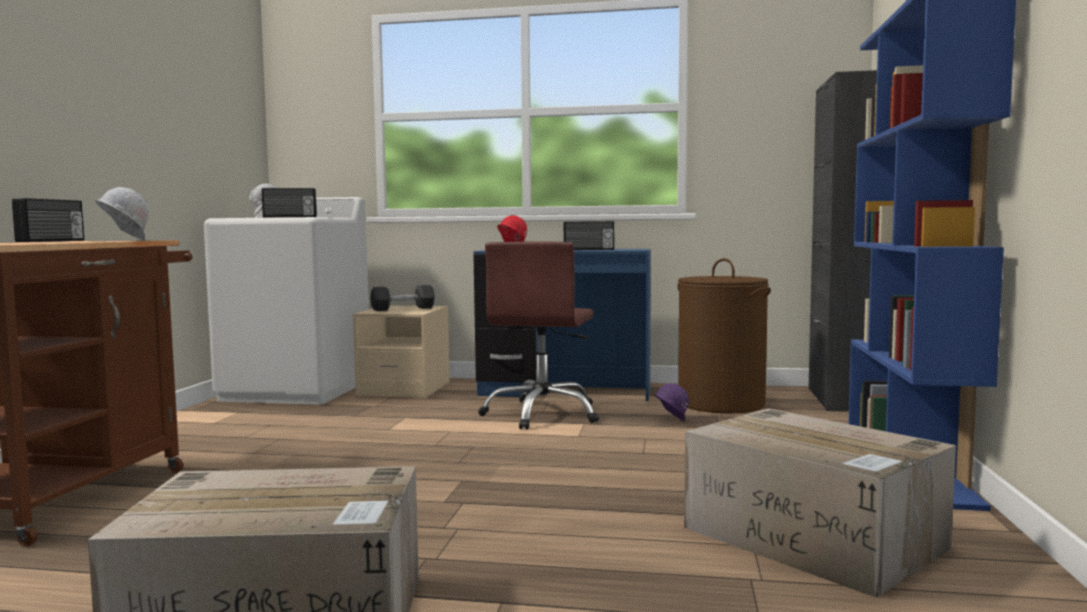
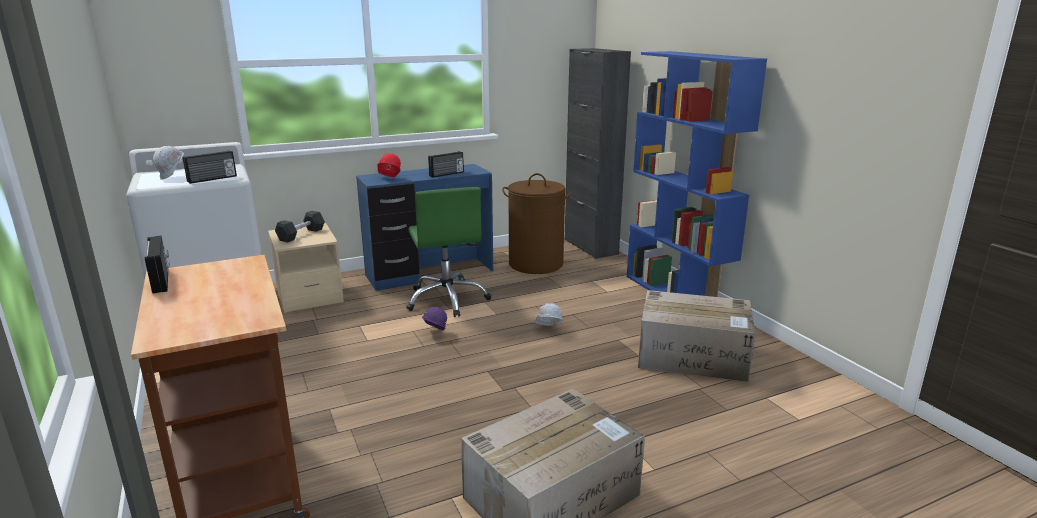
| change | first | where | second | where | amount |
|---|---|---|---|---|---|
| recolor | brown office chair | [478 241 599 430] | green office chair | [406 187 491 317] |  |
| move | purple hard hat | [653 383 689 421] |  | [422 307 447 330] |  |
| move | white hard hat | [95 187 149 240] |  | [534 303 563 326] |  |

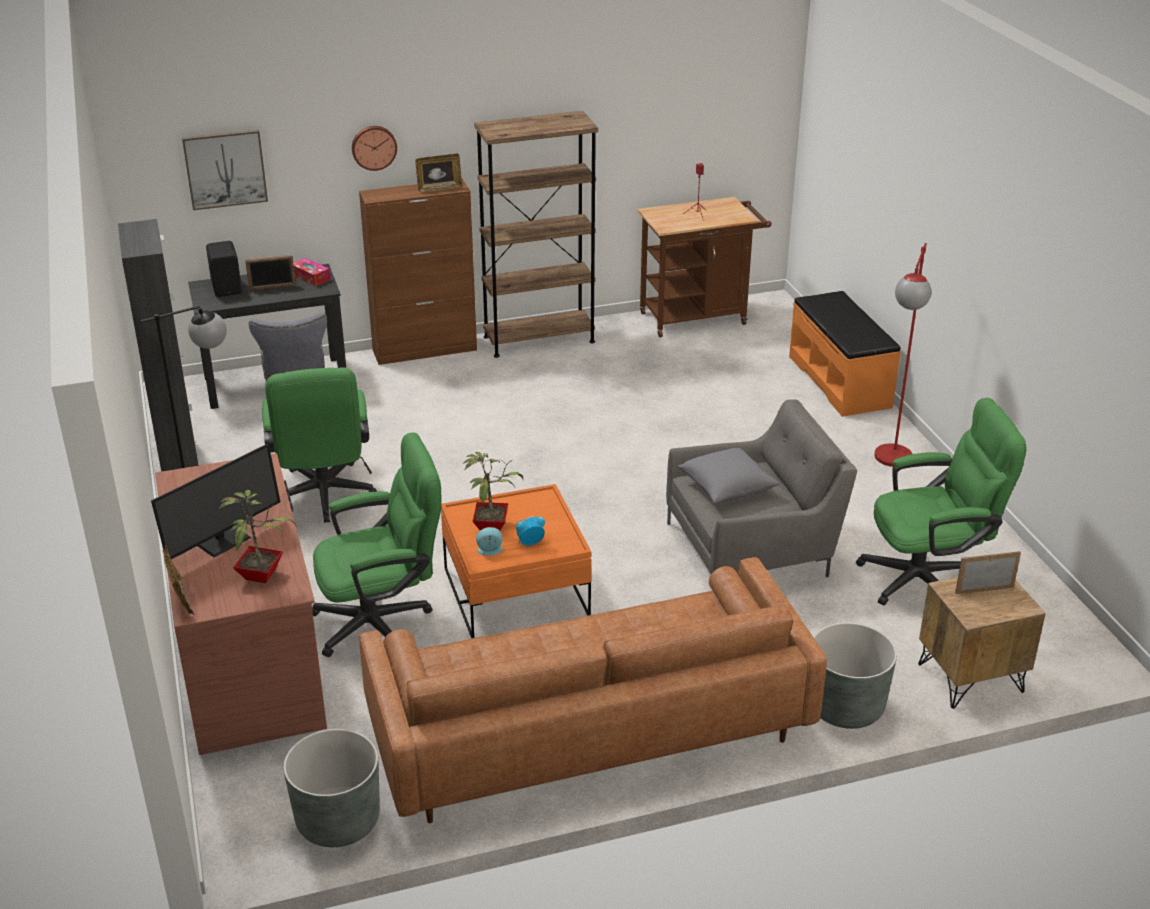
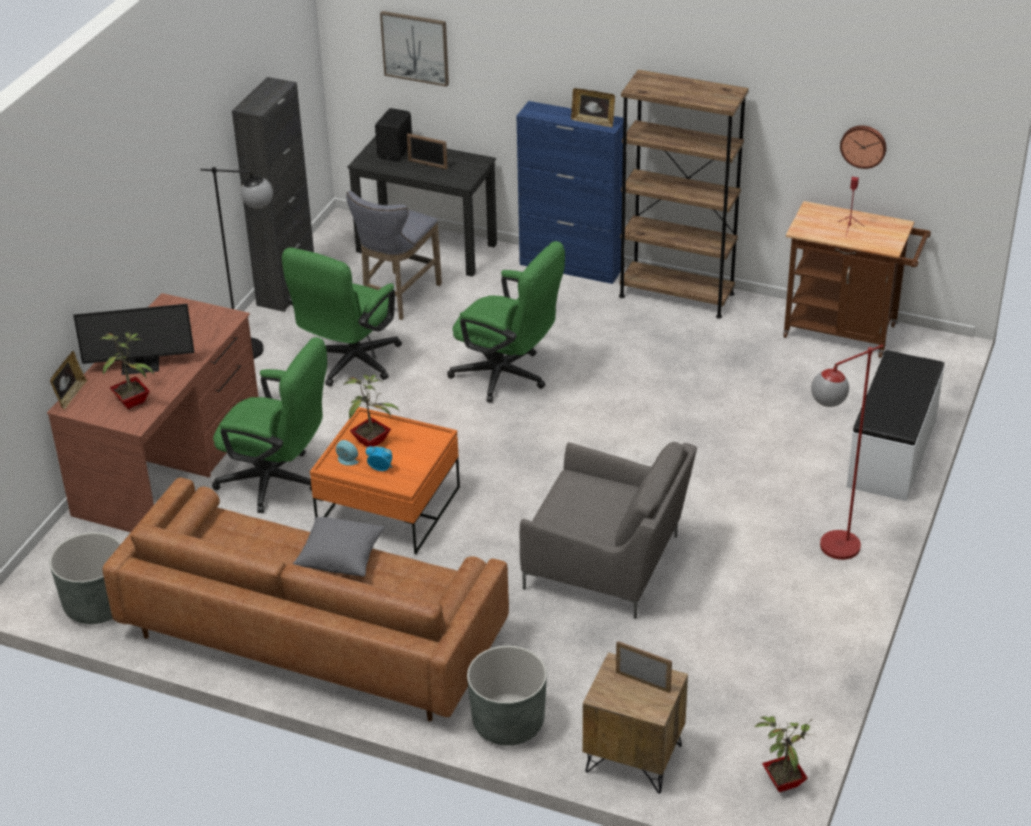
| change | first | where | second | where | amount |
|---|---|---|---|---|---|
| move | grey pillow | [677 448 780 503] |  | [293 517 385 577] |  |
| move | green office chair | [856 398 1027 605] |  | [447 241 565 403] |  |
| recolor | brown cabinet | [359 179 477 365] | blue cabinet | [516 101 623 284] |  |
| insert |  |  | potted plant | [755 716 813 792] |  |
| move | wall clock | [352 126 397 171] |  | [840 125 887 169] |  |
| recolor | orange bench | [789 291 901 417] | white bench | [847 350 945 501] |  |
| delete | tissue box | [293 258 330 287] |  |  |  |

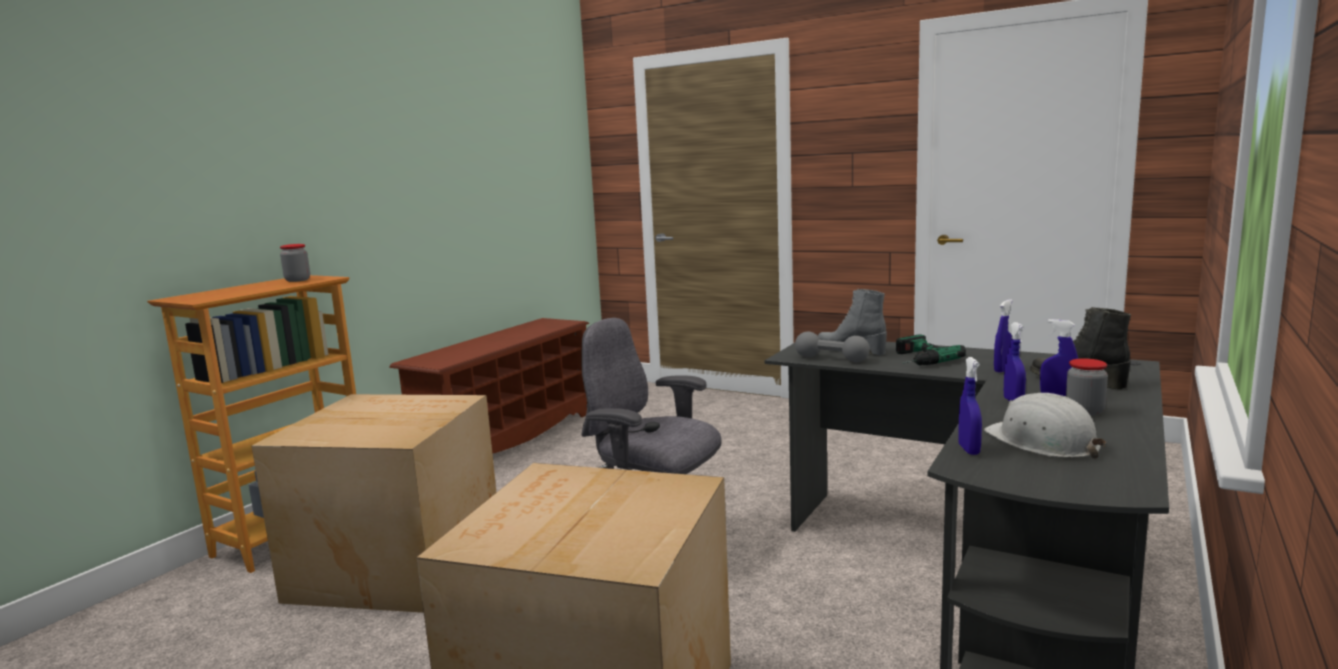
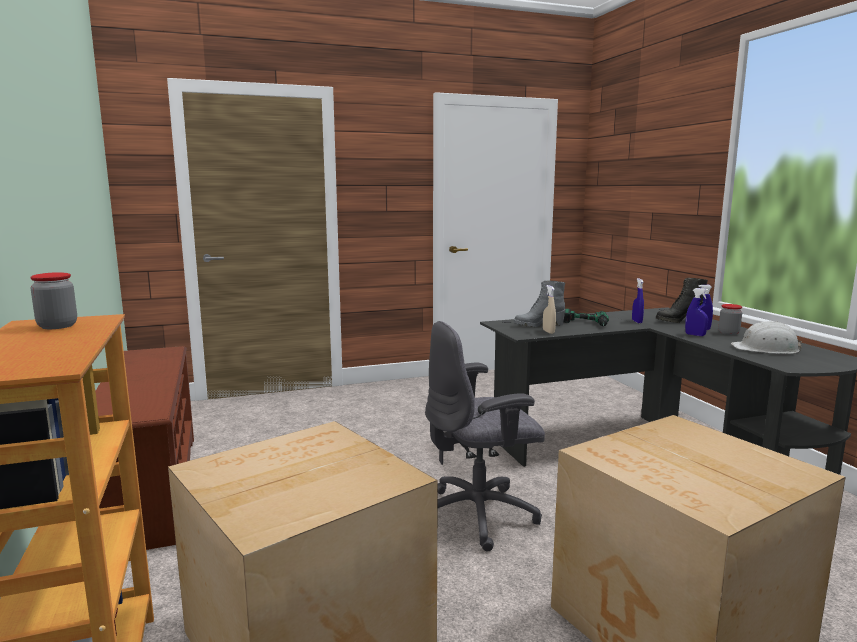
| change | first | where | second | where | amount |
|---|---|---|---|---|---|
| replace | grey dumbbell | [795 332 870 362] | beige spray bottle | [543 285 556 334] |  |
| delete | blue spray bottle | [958 357 982 455] |  |  |  |

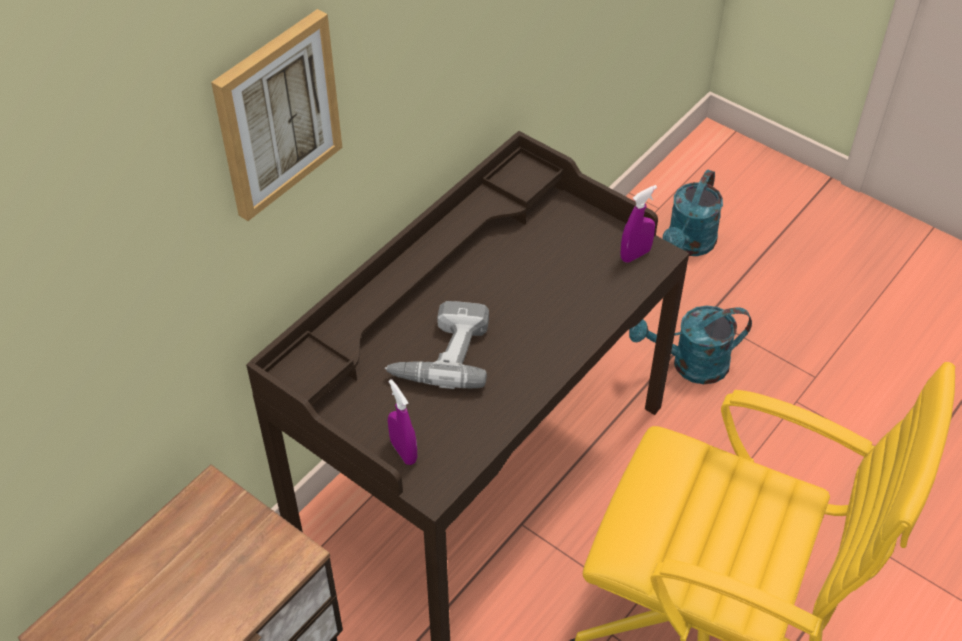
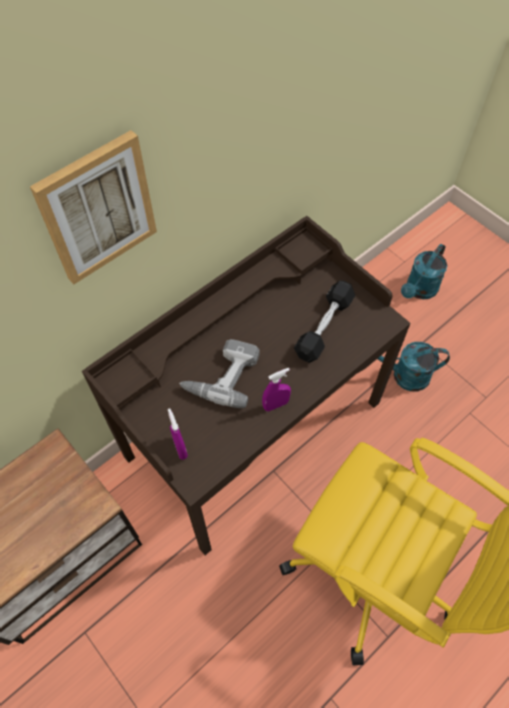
| change | first | where | second | where | amount |
|---|---|---|---|---|---|
| move | purple spray bottle | [621 185 657 263] |  | [262 368 291 412] |  |
| insert |  |  | black dumbbell | [294 280 355 363] |  |

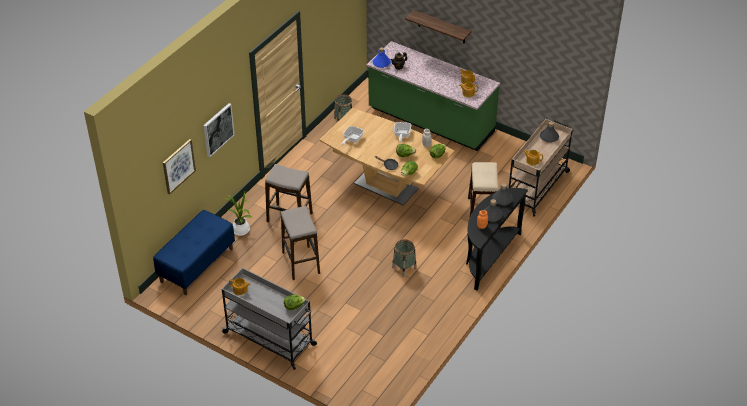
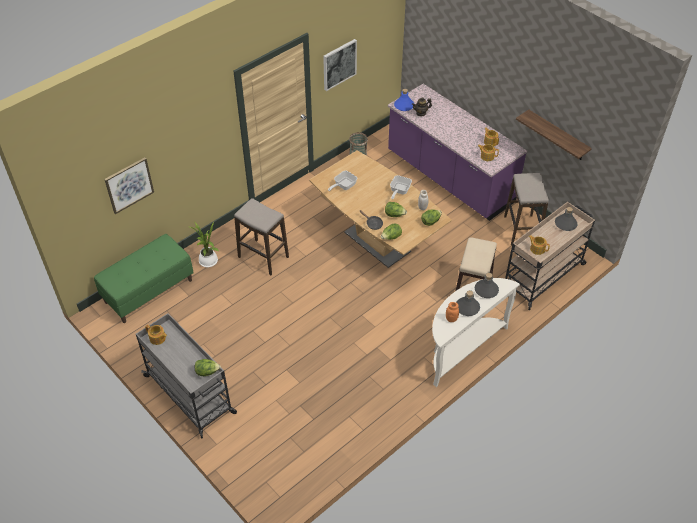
| change | first | where | second | where | amount |
|---|---|---|---|---|---|
| recolor | blue bench | [153 210 235 295] | green bench | [94 234 194 323] |  |
| move | picture | [203 103 235 157] |  | [323 39 357 91] |  |
| recolor | green counter | [367 41 500 151] | purple counter | [388 84 527 221] |  |
| recolor | black console table | [466 188 528 290] | white console table | [432 278 520 387] |  |
| move | stool | [281 206 320 280] |  | [504 173 549 246] |  |
| move | shelf | [405 10 471 44] |  | [516 110 592 160] |  |
| delete | basket | [392 239 417 277] |  |  |  |

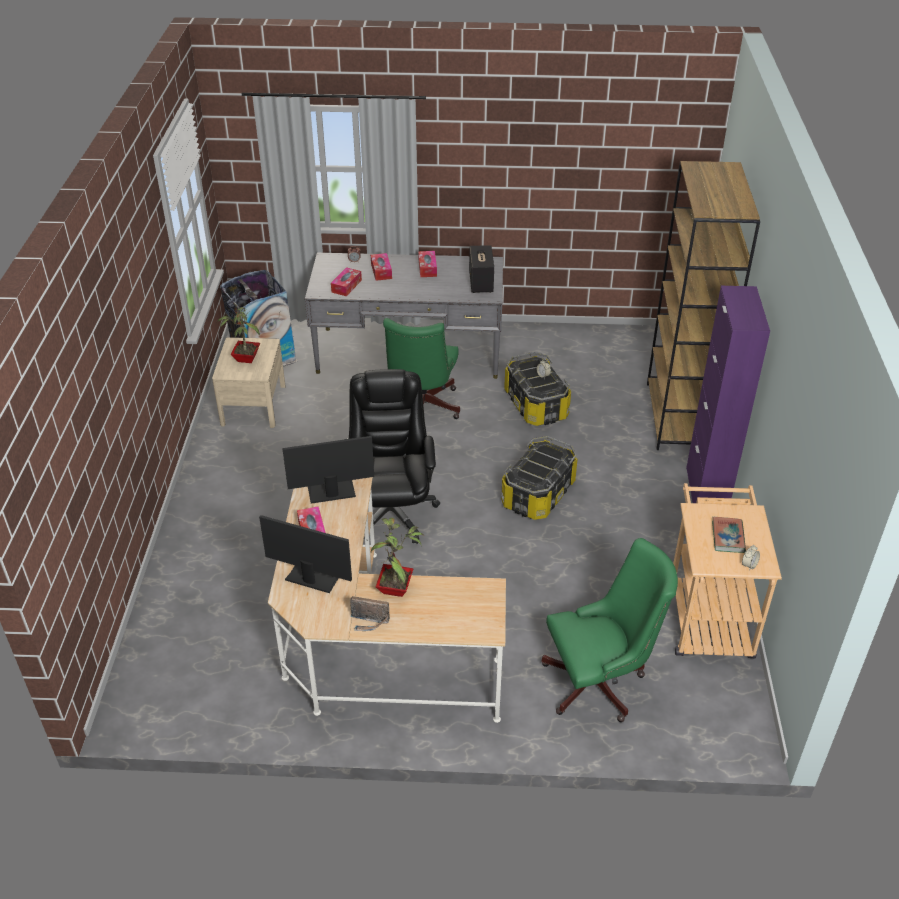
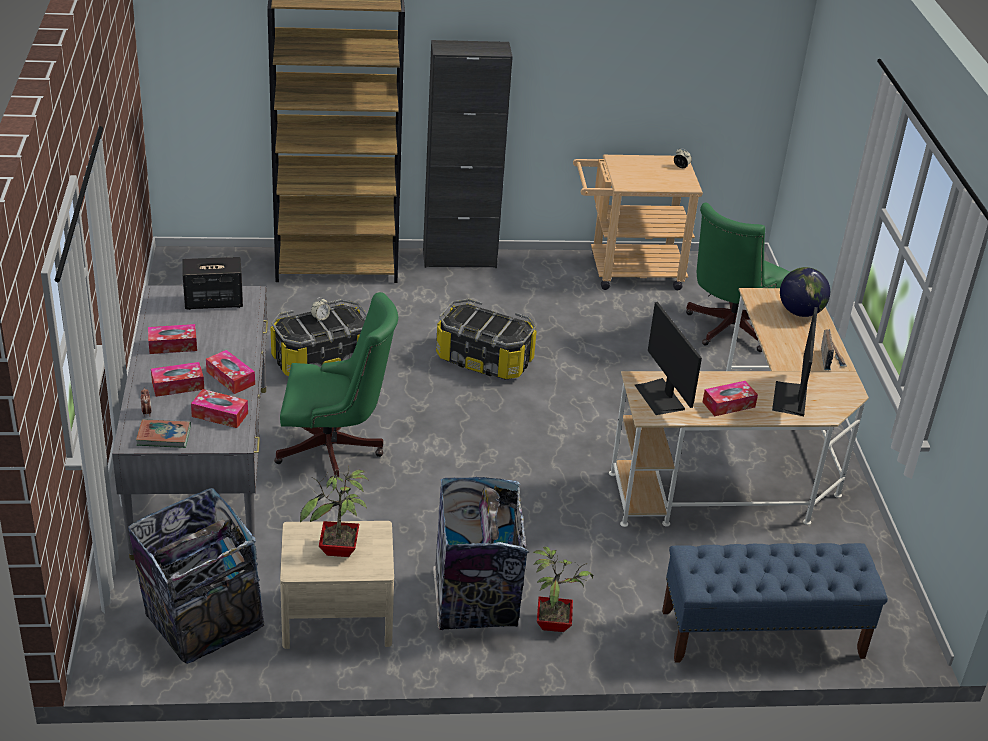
| change | first | where | second | where | amount |
|---|---|---|---|---|---|
| move | book | [712 517 746 553] |  | [136 419 191 448] |  |
| insert |  |  | tissue box | [206 350 255 394] |  |
| recolor | purple cabinet | [686 286 770 503] | black cabinet | [423 40 513 268] |  |
| insert |  |  | trash can | [433 477 529 630] |  |
| move | potted plant | [371 517 424 597] |  | [533 547 593 632] |  |
| insert |  |  | blue bench | [662 543 888 663] |  |
| rotate | green office chair | [542 538 678 722] |  | [686 203 790 352] | 120 degrees counterclockwise |
| insert |  |  | globe | [780 267 830 317] |  |
| delete | black office chair | [344 369 440 544] |  |  |  |

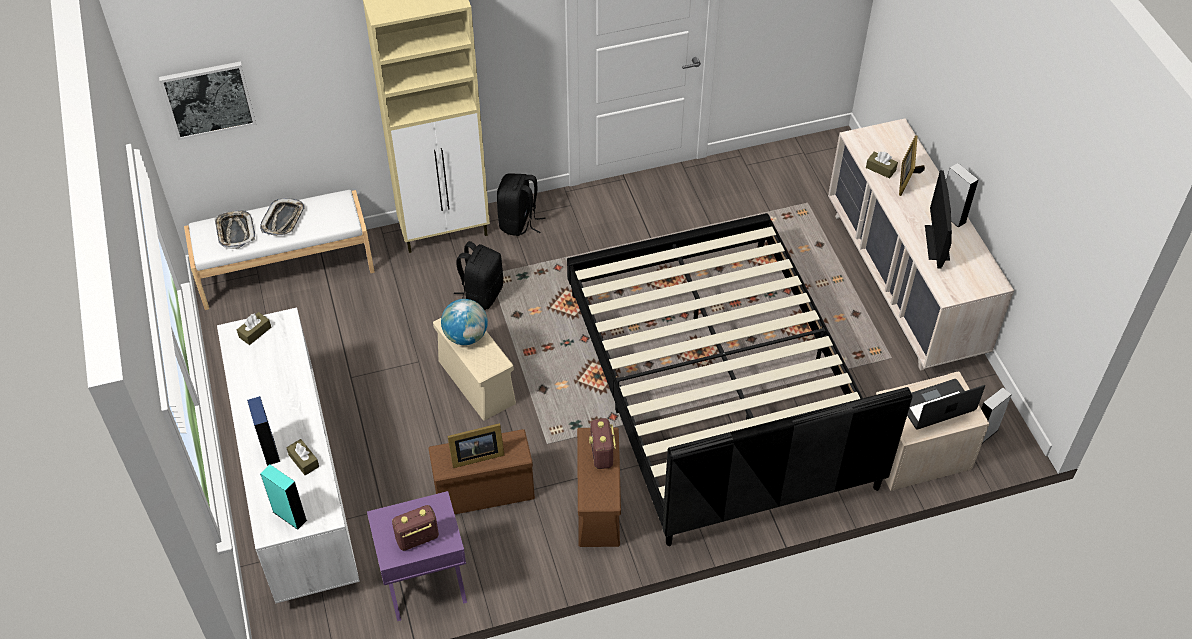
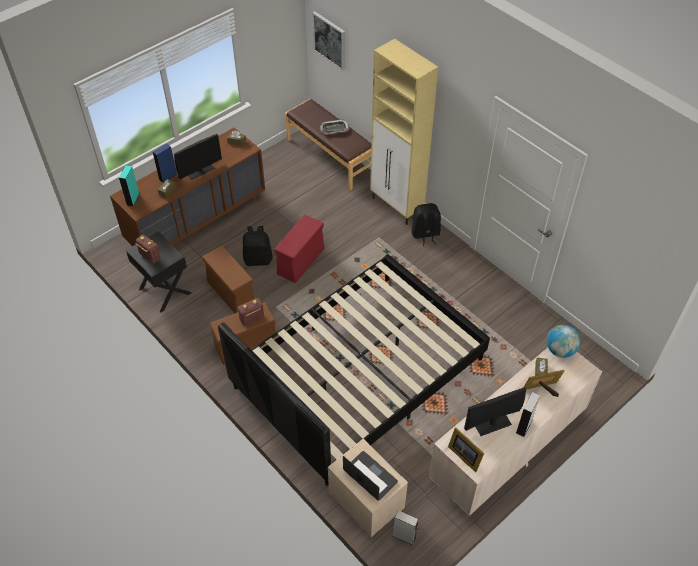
| change | first | where | second | where | amount |
|---|---|---|---|---|---|
| recolor | white dresser | [217 308 360 603] | brown dresser | [110 128 265 246] |  |
| recolor | purple nightstand | [367 491 467 621] | black nightstand | [126 231 191 312] |  |
| insert |  |  | monitor | [174 134 222 180] |  |
| move | black backpack | [454 241 503 310] |  | [243 226 273 266] |  |
| recolor | beige storage box | [433 318 516 421] | red storage box | [274 215 325 283] |  |
| recolor | white bench | [184 190 375 310] | brown bench | [285 99 371 190] |  |
| move | picture frame | [448 423 504 468] |  | [448 427 484 472] |  |
| move | globe | [441 299 488 345] |  | [547 325 581 358] |  |
| delete | tray | [214 211 255 249] |  |  |  |

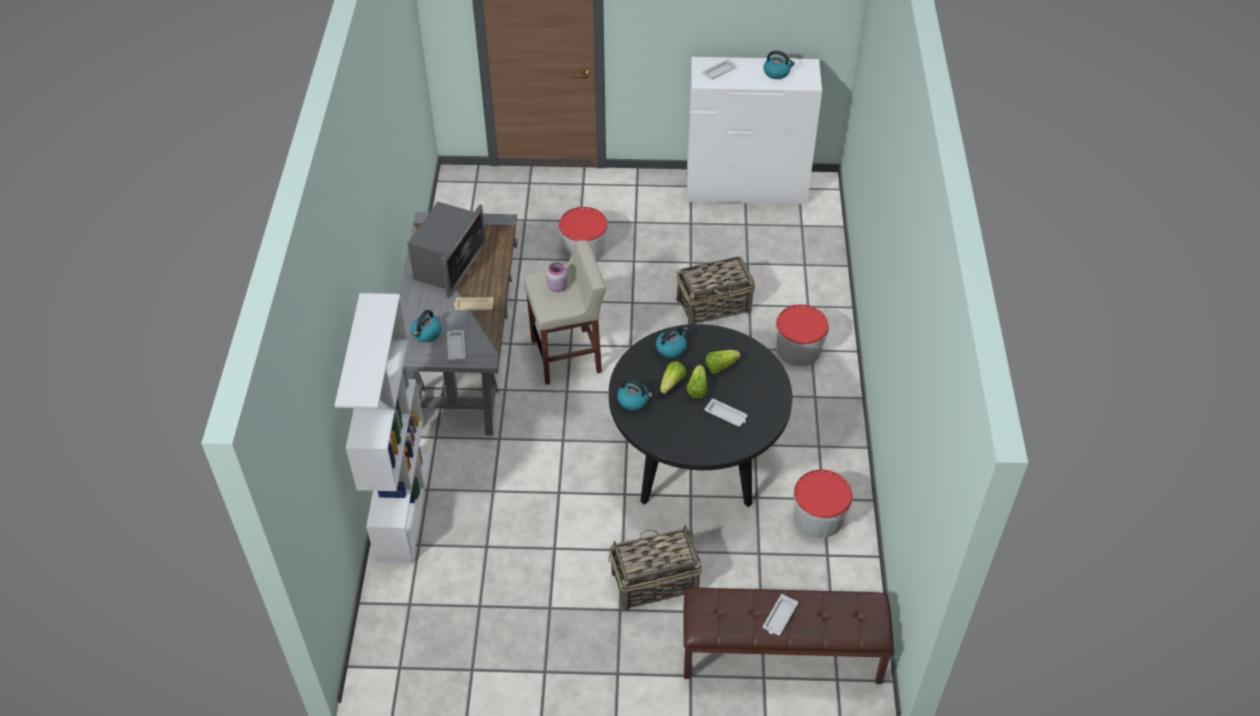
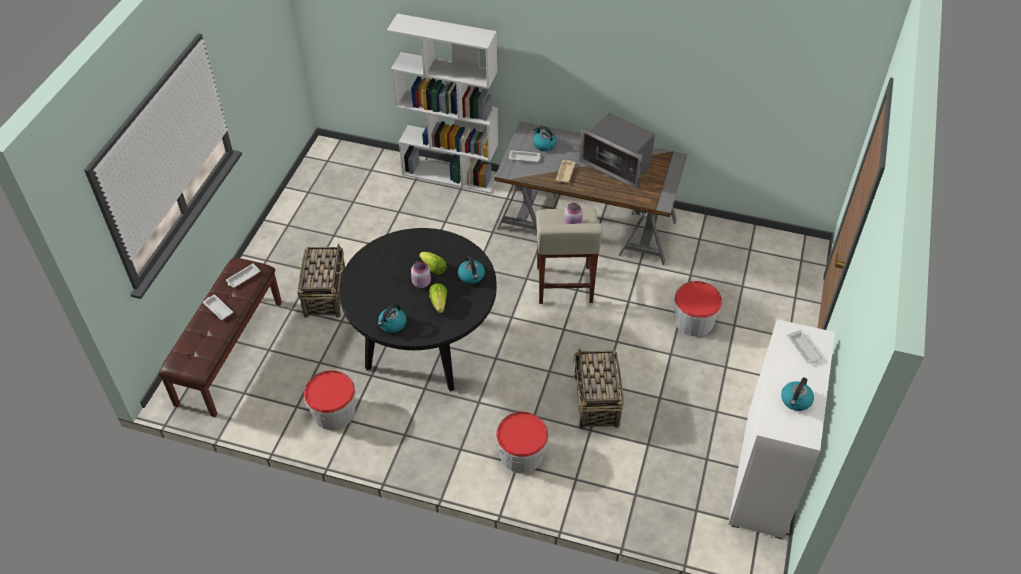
| change | first | where | second | where | amount |
|---|---|---|---|---|---|
| move | white tray | [704 398 748 427] |  | [226 263 260 288] |  |
| move | kettle | [617 379 653 410] |  | [378 303 407 333] |  |
| replace | lettuce | [686 365 707 399] | pink jar | [411 261 431 288] |  |

